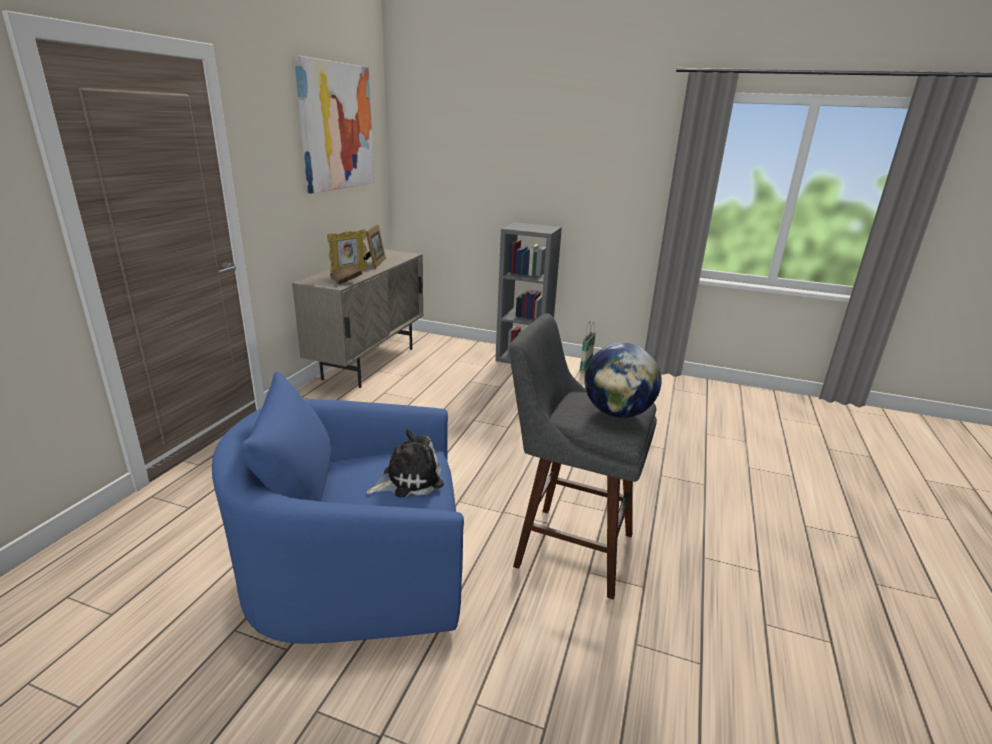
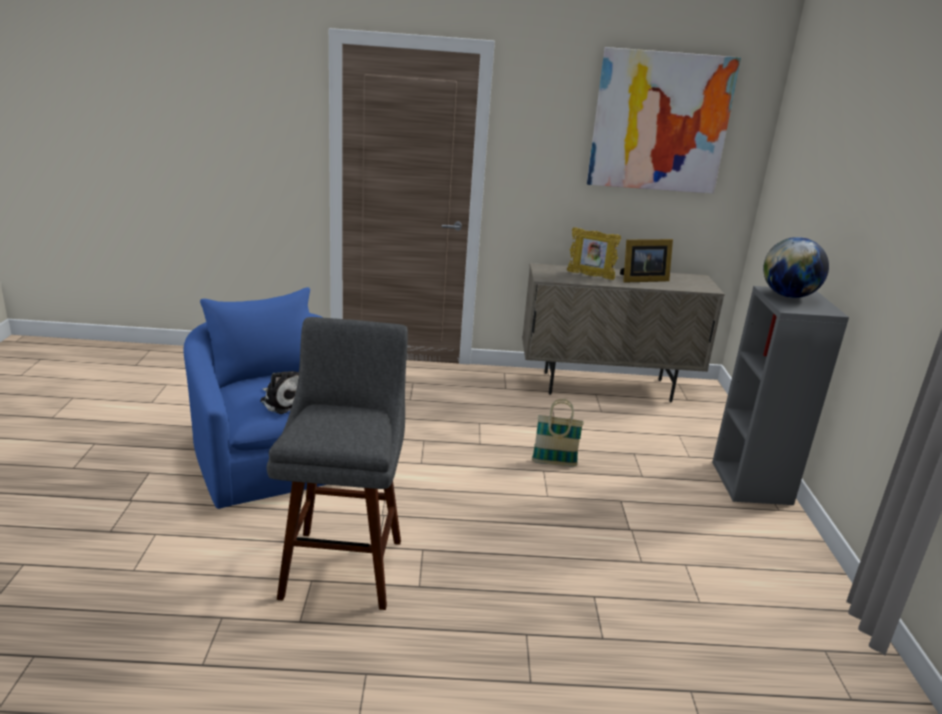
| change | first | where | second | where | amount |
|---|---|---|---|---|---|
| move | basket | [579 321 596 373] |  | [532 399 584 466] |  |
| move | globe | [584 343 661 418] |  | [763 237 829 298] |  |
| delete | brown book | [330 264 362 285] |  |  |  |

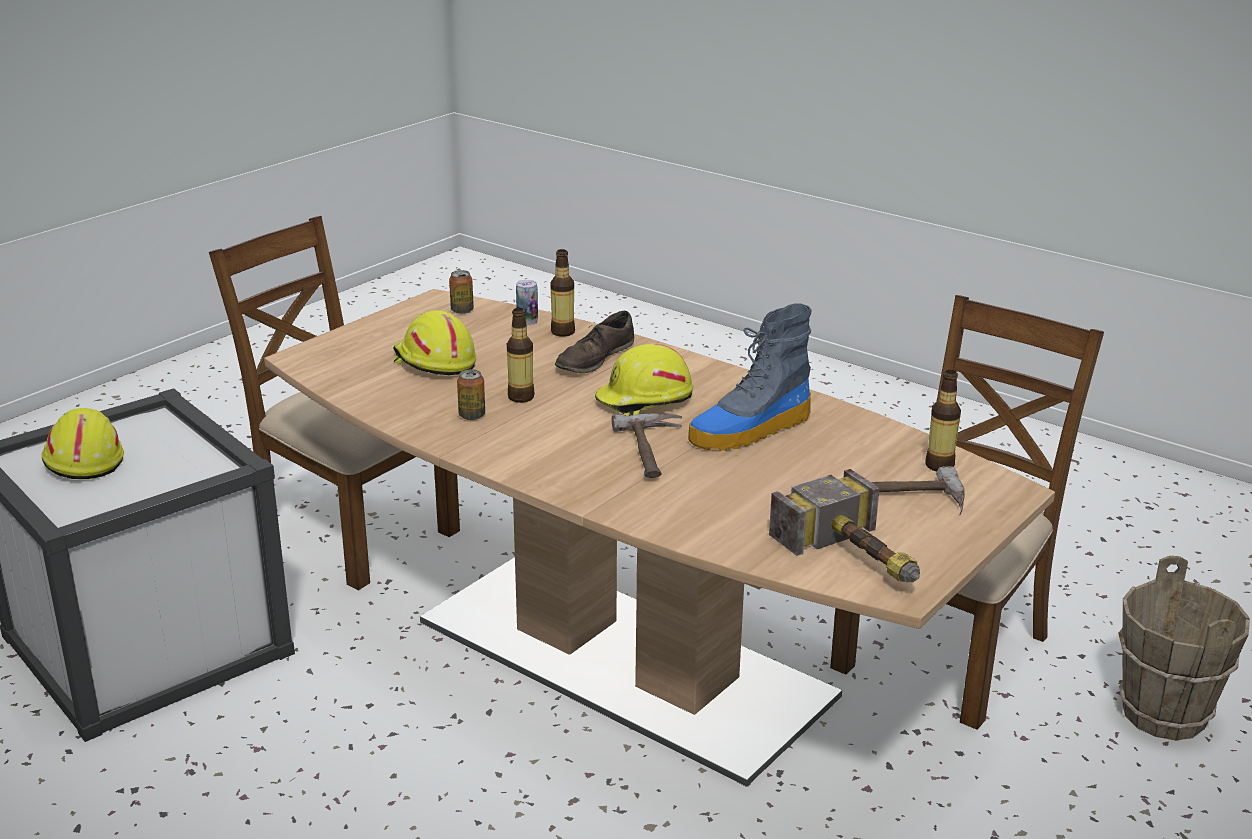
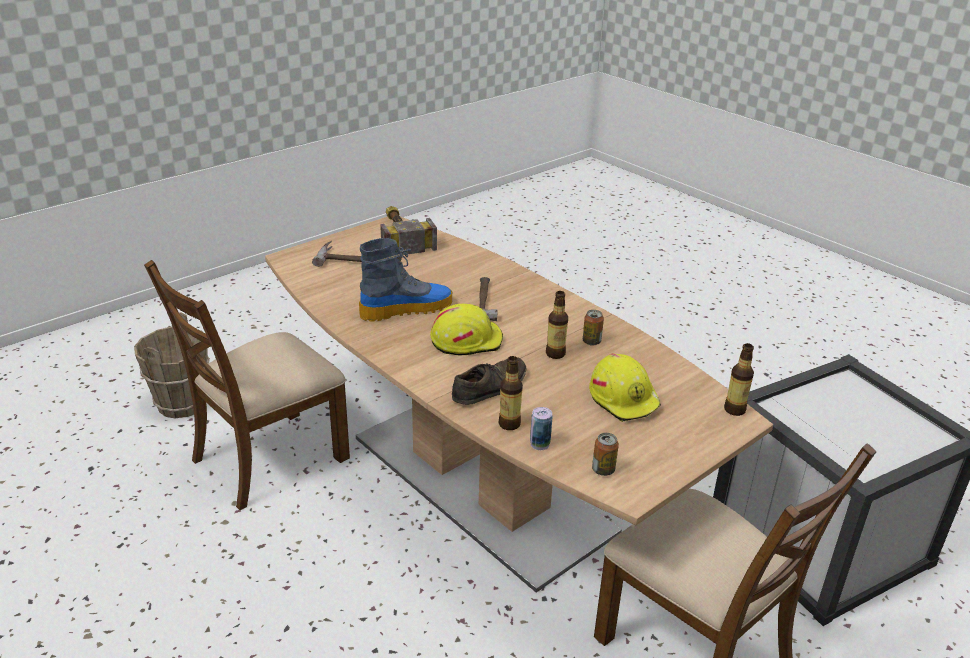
| change | first | where | second | where | amount |
|---|---|---|---|---|---|
| move | bottle | [925 370 961 471] |  | [724 343 754 416] |  |
| delete | yellow hard hat | [42 408 124 479] |  |  |  |

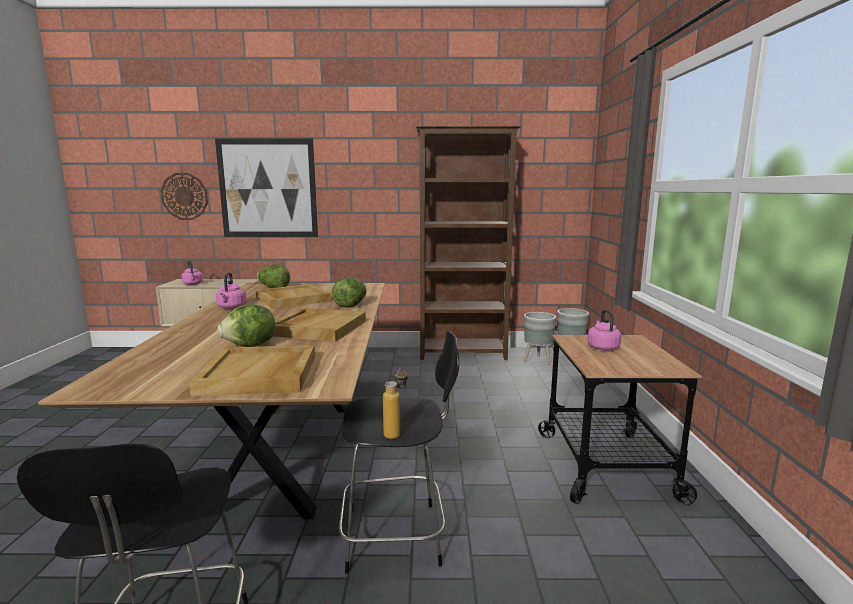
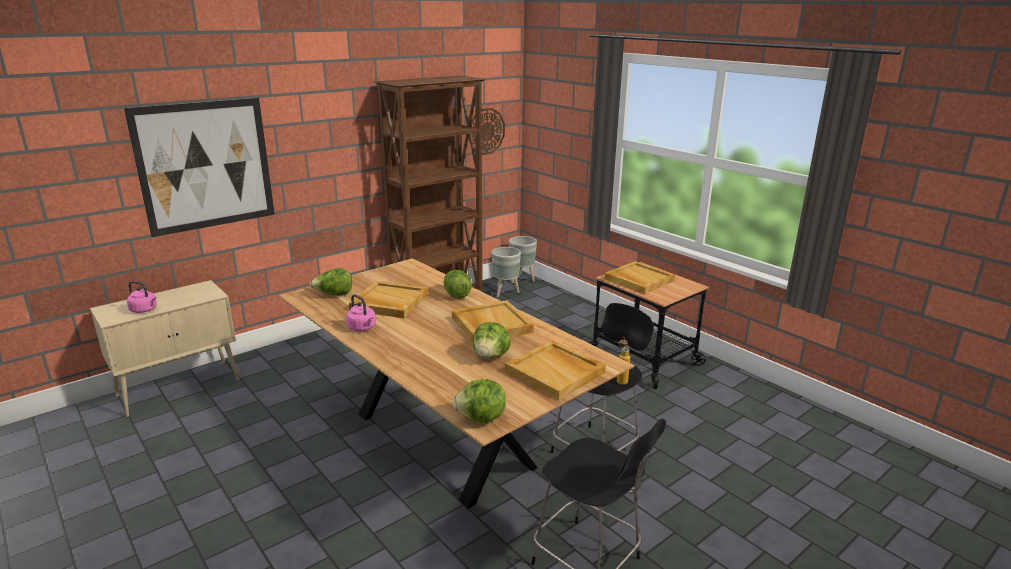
| change | first | where | second | where | amount |
|---|---|---|---|---|---|
| insert |  |  | lettuce | [452 379 506 423] |  |
| move | wall clock | [160 173 208 220] |  | [469 108 505 155] |  |
| replace | pink kettle | [588 309 621 350] | beige tray | [604 261 675 294] |  |

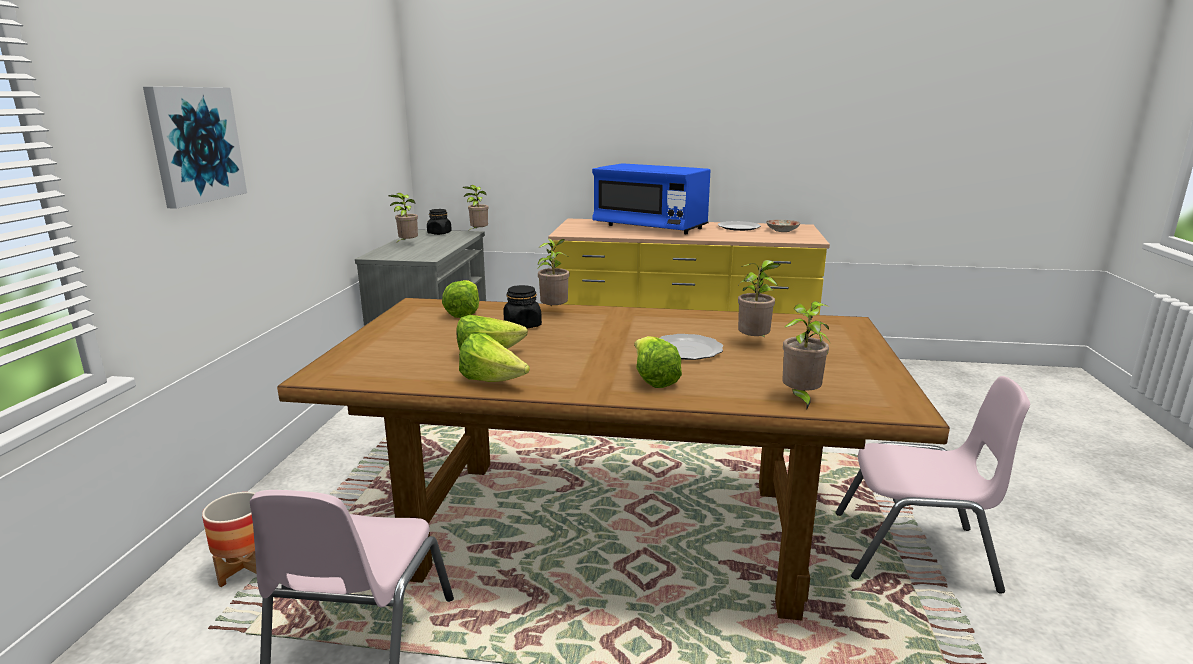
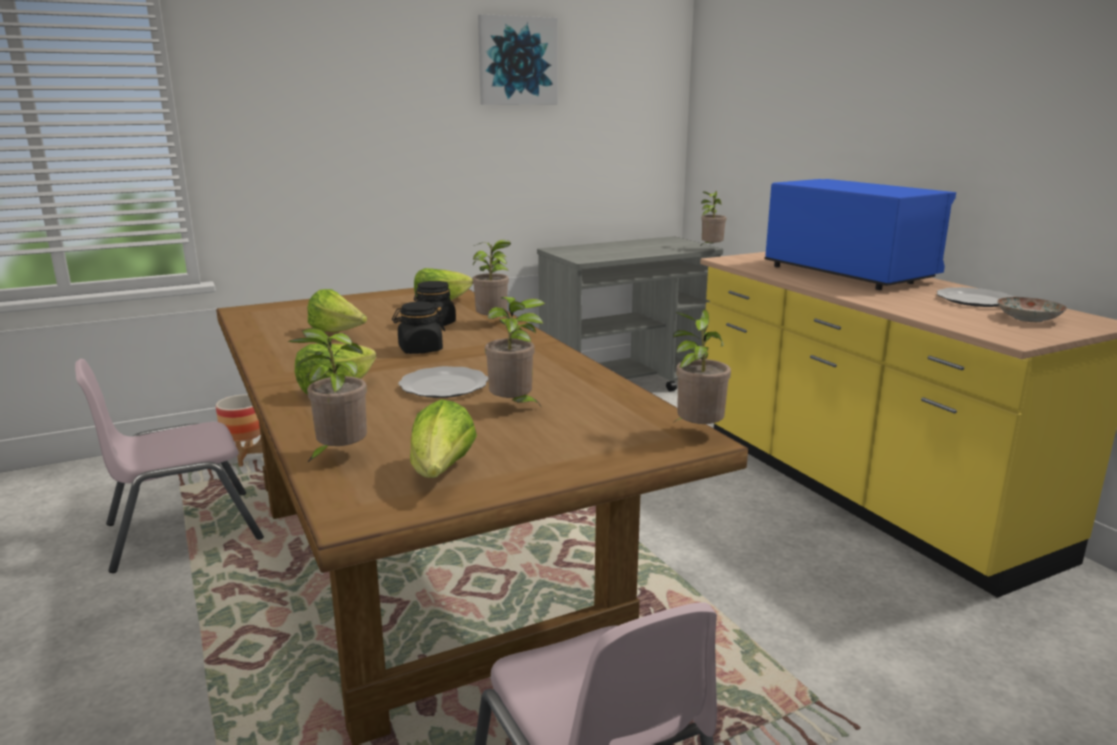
| change | first | where | second | where | amount |
|---|---|---|---|---|---|
| move | black jar | [427 209 452 235] |  | [392 301 445 354] |  |
| move | lettuce | [459 333 530 382] |  | [410 399 477 478] |  |
| move | picture | [143 87 247 209] |  | [478 14 558 105] |  |
| move | potted plant | [389 193 418 244] |  | [672 309 731 424] |  |
| rotate | blue microwave | [592 163 711 234] |  | [764 179 956 290] | 150 degrees clockwise |

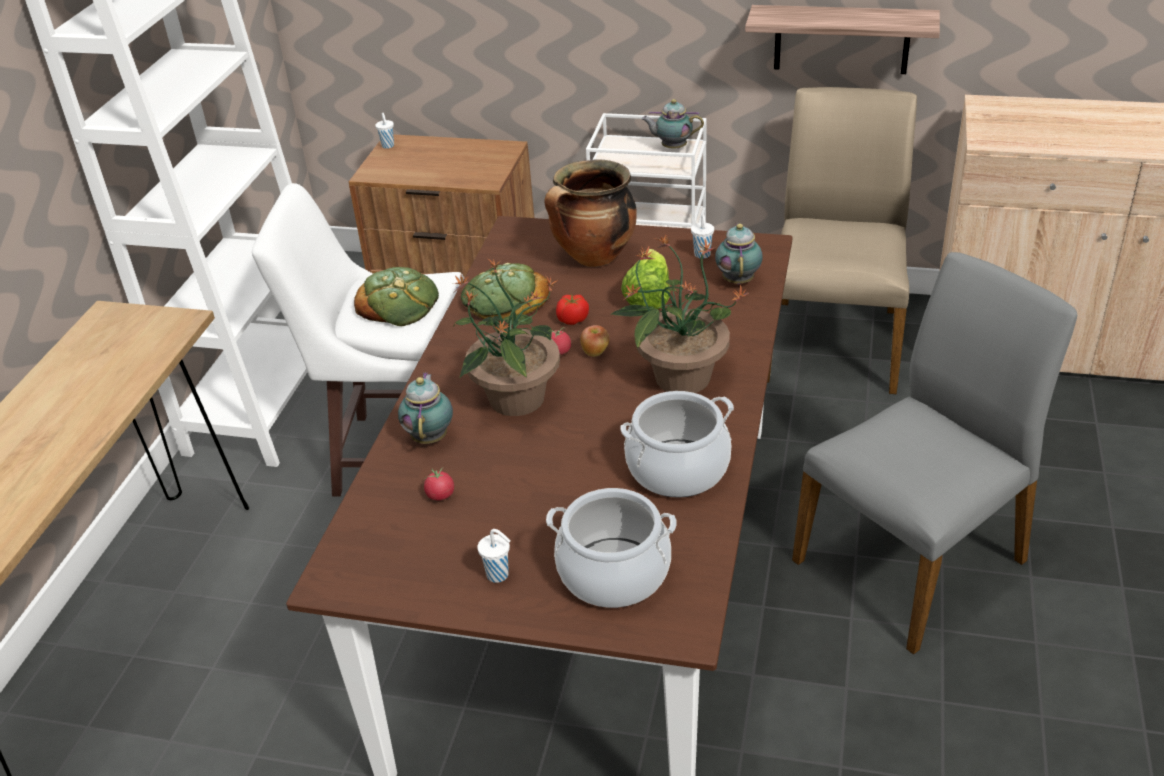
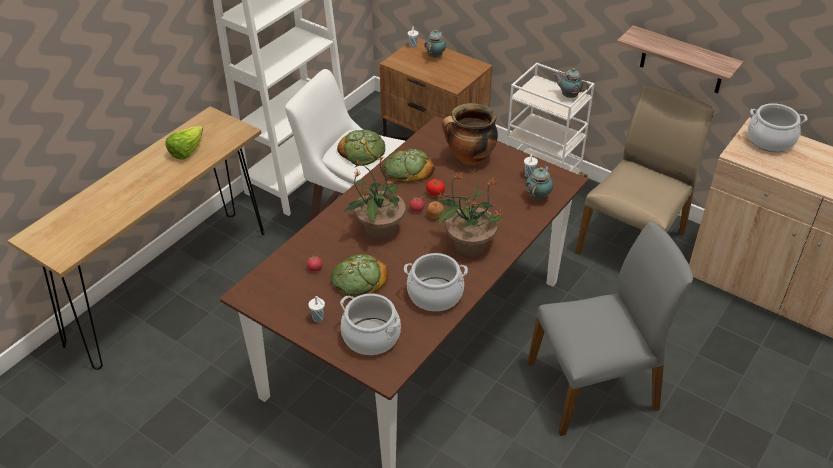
| change | first | where | second | where | amount |
|---|---|---|---|---|---|
| move | lettuce | [621 249 670 309] |  | [165 125 203 160] |  |
| insert |  |  | bread | [331 254 388 298] |  |
| move | teapot | [398 372 453 444] |  | [424 30 446 58] |  |
| insert |  |  | cooking pot | [748 103 808 152] |  |

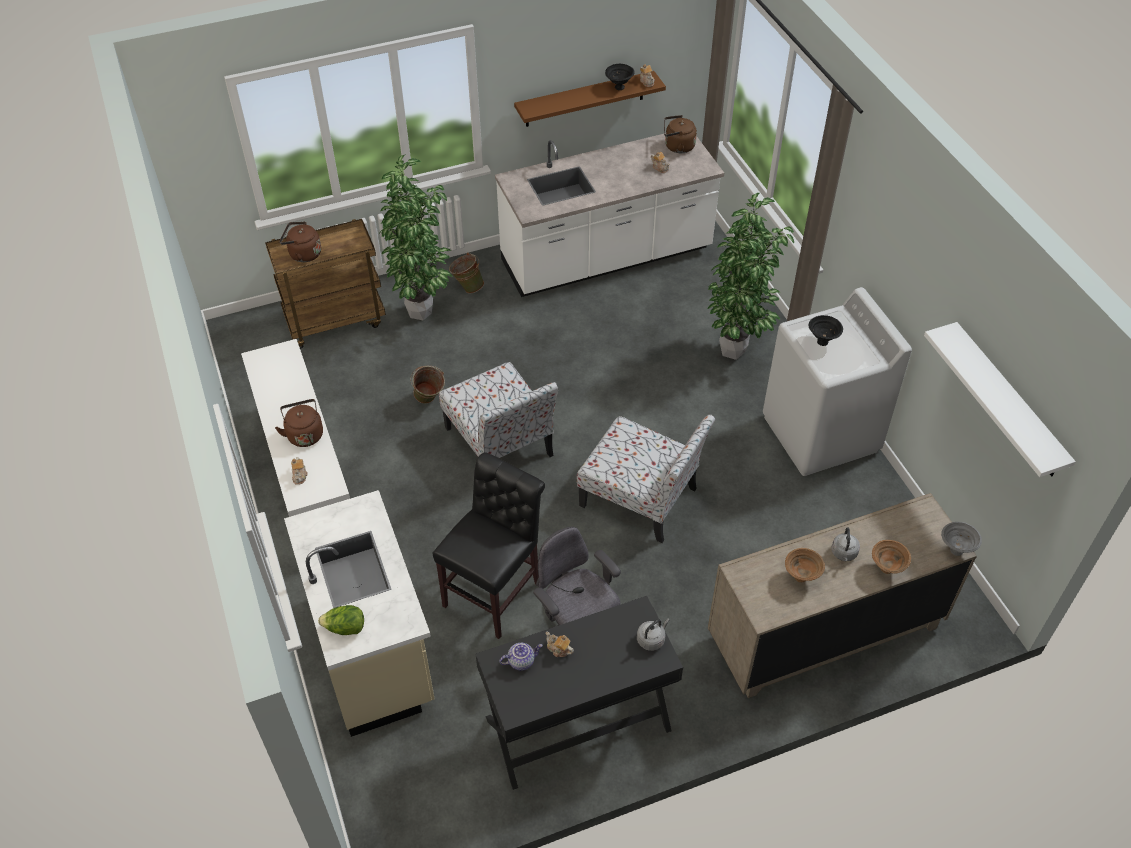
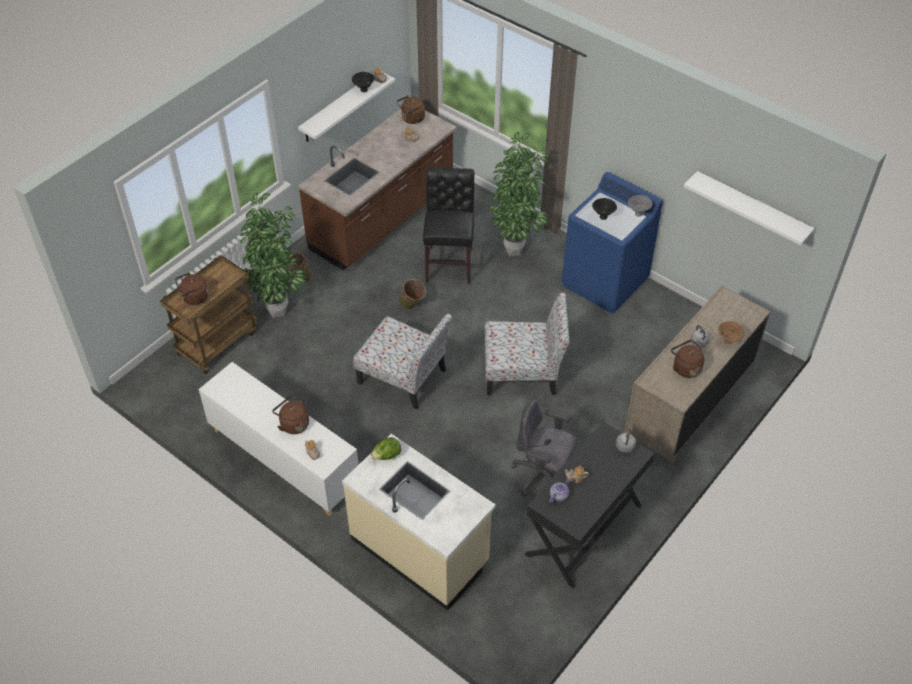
| change | first | where | second | where | amount |
|---|---|---|---|---|---|
| recolor | brown shelf | [514 71 666 127] | white shelf | [298 72 395 142] |  |
| recolor | white counter | [495 133 724 297] | brown counter | [298 109 457 270] |  |
| move | lettuce | [318 605 364 635] |  | [370 437 401 460] |  |
| move | green bucket | [410 365 445 404] |  | [399 279 426 309] |  |
| move | black chair | [433 452 545 639] |  | [423 167 475 284] |  |
| recolor | white washing machine | [763 287 912 476] | blue washing machine | [562 172 663 314] |  |
| move | grey bowl | [941 522 982 556] |  | [628 195 652 217] |  |
| replace | brown bowl | [785 548 825 582] | brown kettle | [671 340 704 378] |  |

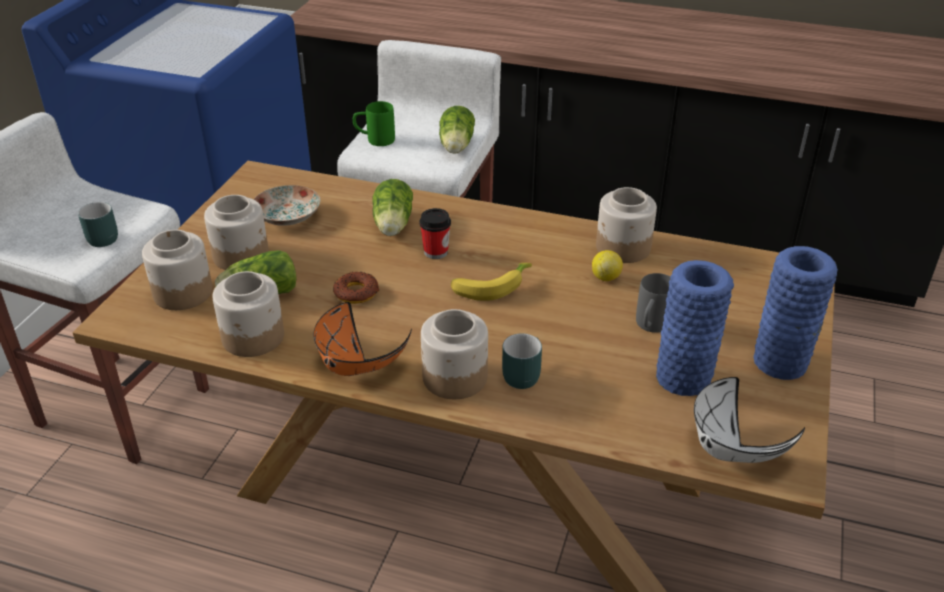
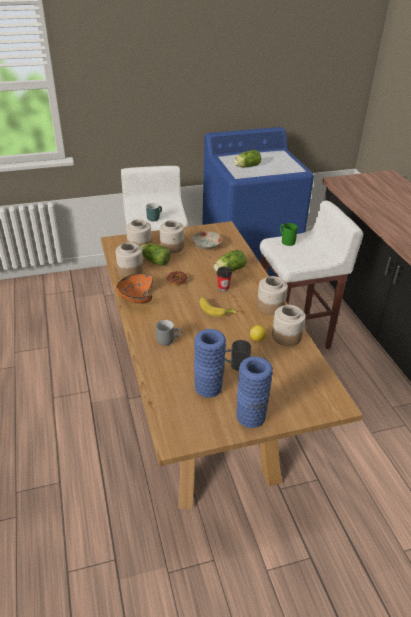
| change | first | where | second | where | amount |
|---|---|---|---|---|---|
| recolor | turquoise mug | [502 333 542 389] | grey mug | [156 320 182 346] |  |
| move | lettuce | [439 106 475 154] |  | [234 150 261 167] |  |
| move | jar | [421 309 488 399] |  | [257 276 288 315] |  |
| delete | white bowl | [694 377 805 463] |  |  |  |

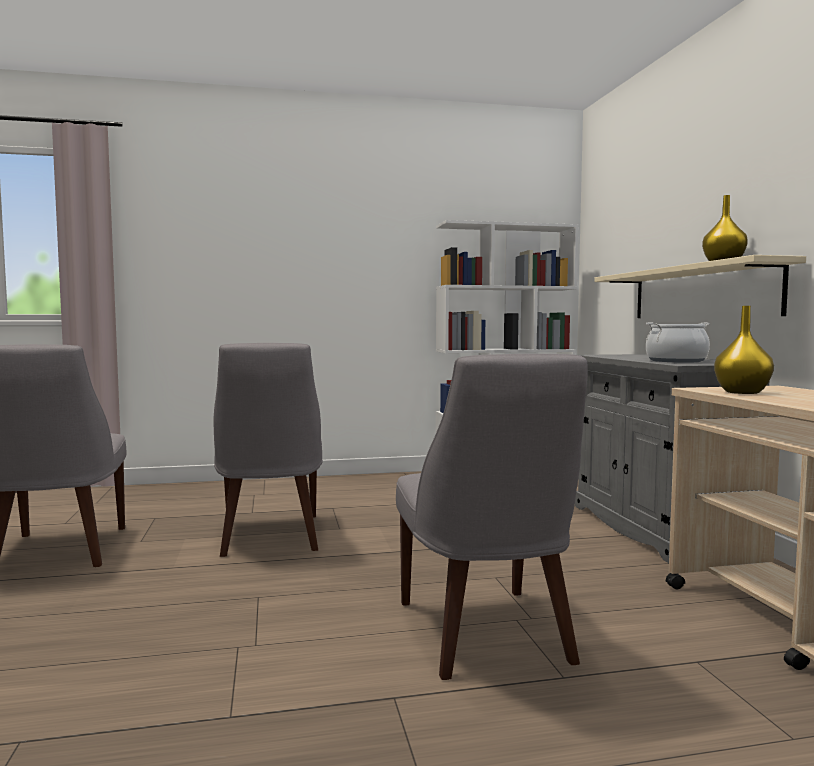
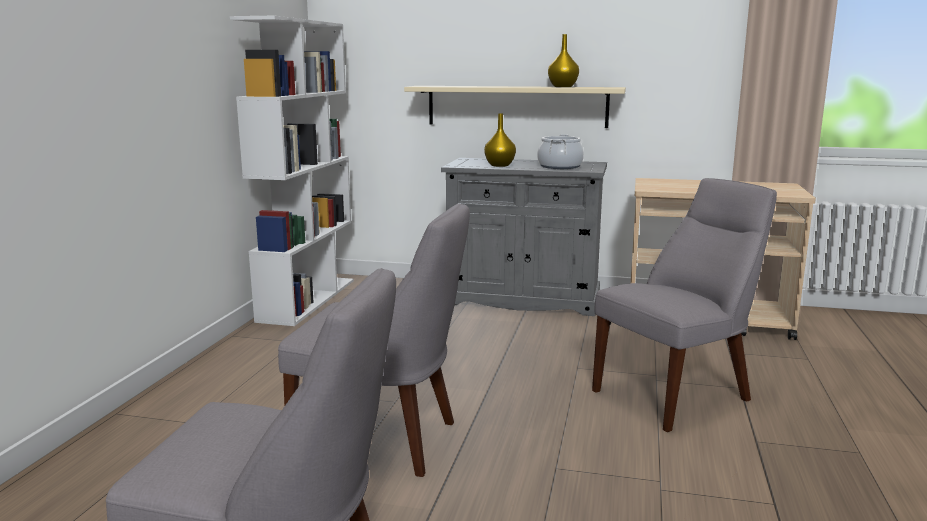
| change | first | where | second | where | amount |
|---|---|---|---|---|---|
| move | yellow vase | [714 306 774 394] |  | [484 113 516 167] |  |
| rotate | grey chair | [396 354 588 680] |  | [592 178 777 432] | 45 degrees counterclockwise |

